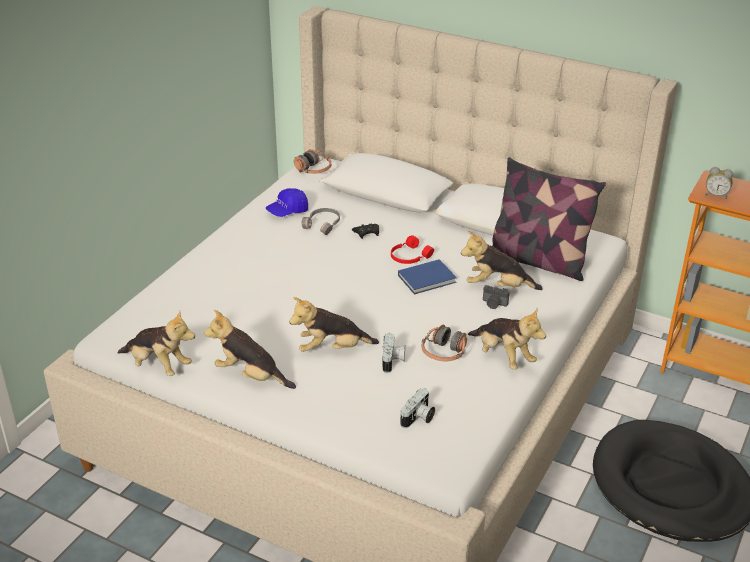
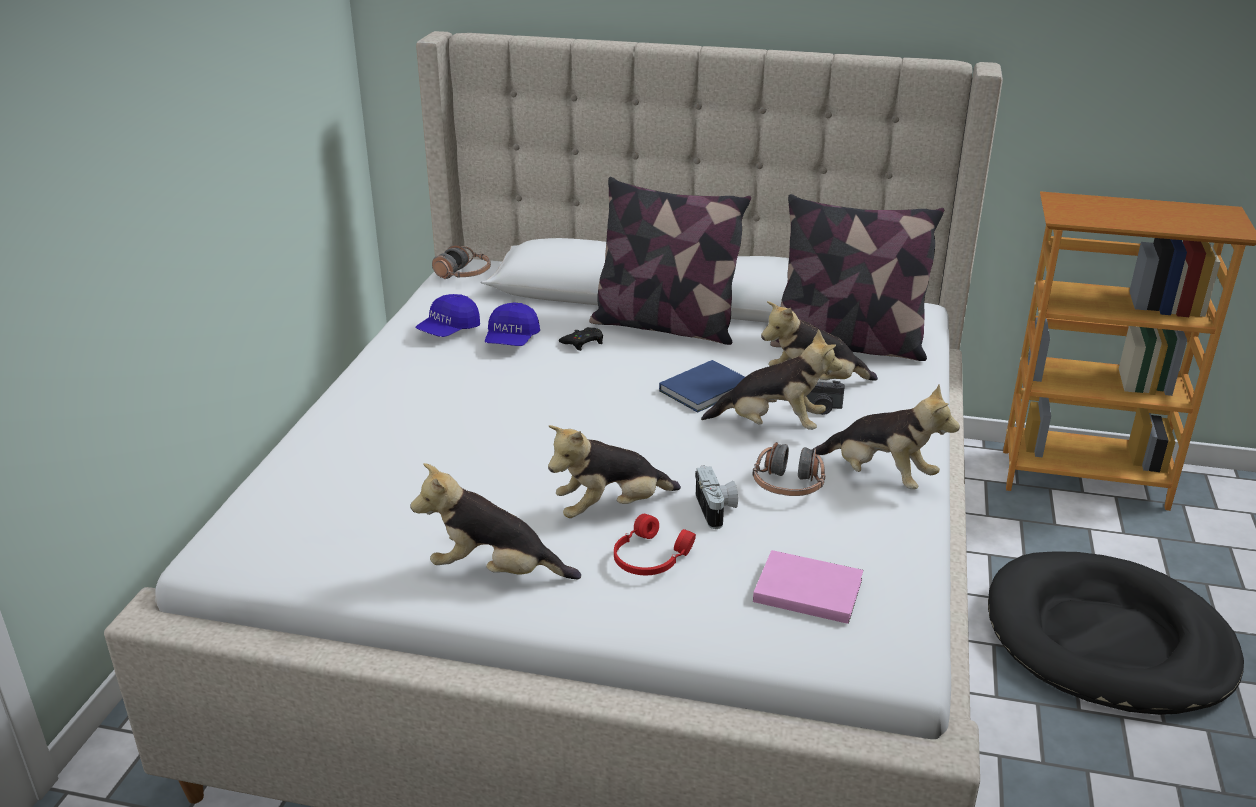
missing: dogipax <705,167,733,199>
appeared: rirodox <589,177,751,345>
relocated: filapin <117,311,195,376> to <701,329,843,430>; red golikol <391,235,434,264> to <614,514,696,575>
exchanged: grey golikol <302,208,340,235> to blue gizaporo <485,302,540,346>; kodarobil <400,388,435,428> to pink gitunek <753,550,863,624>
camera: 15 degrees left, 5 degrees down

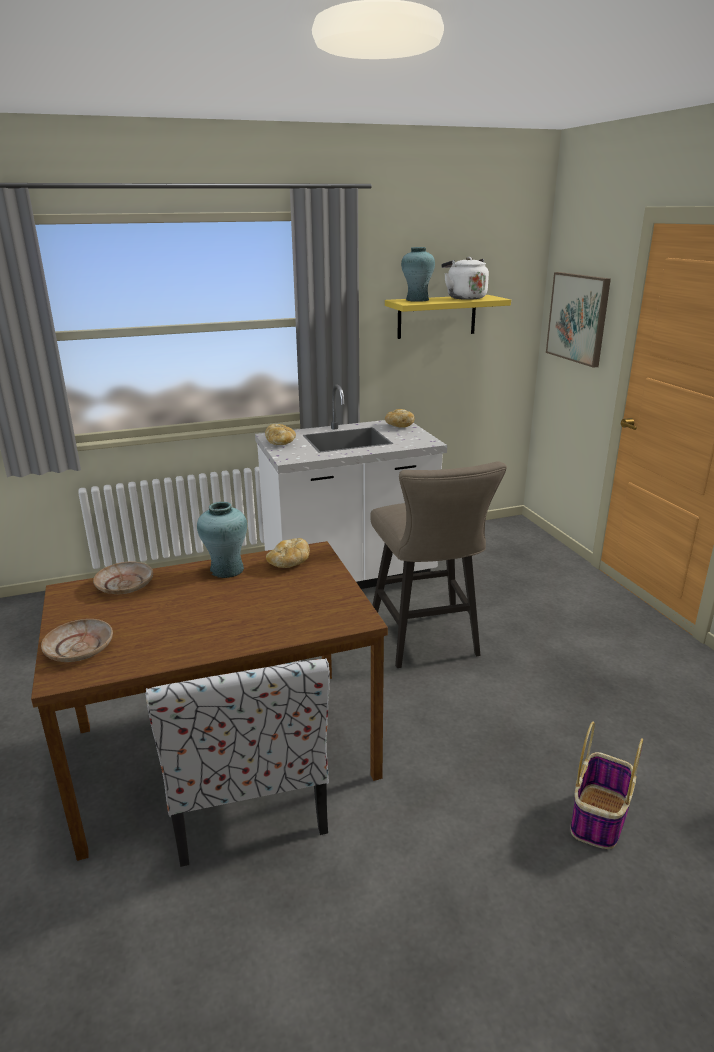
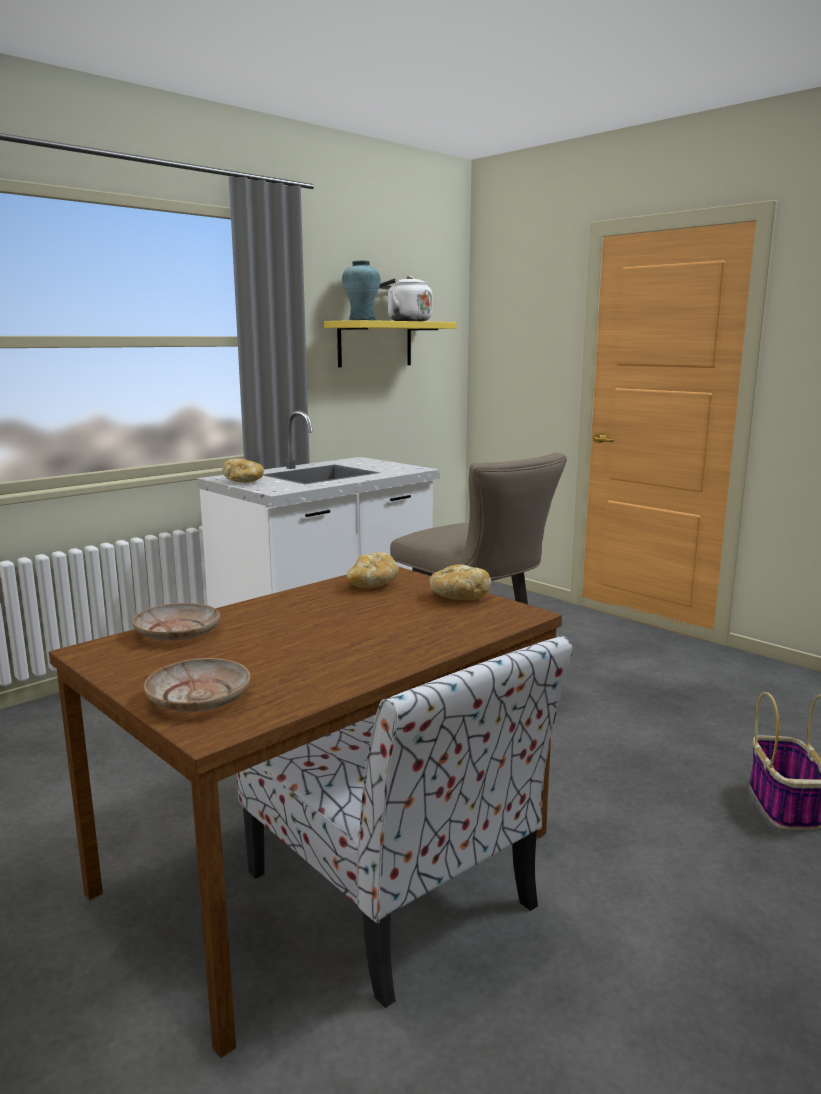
missing: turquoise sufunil <197,502,247,578>; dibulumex <546,272,611,368>
relocated: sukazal <385,409,415,428> to <429,565,491,600>
camera: 25 degrees left, 10 degrees down

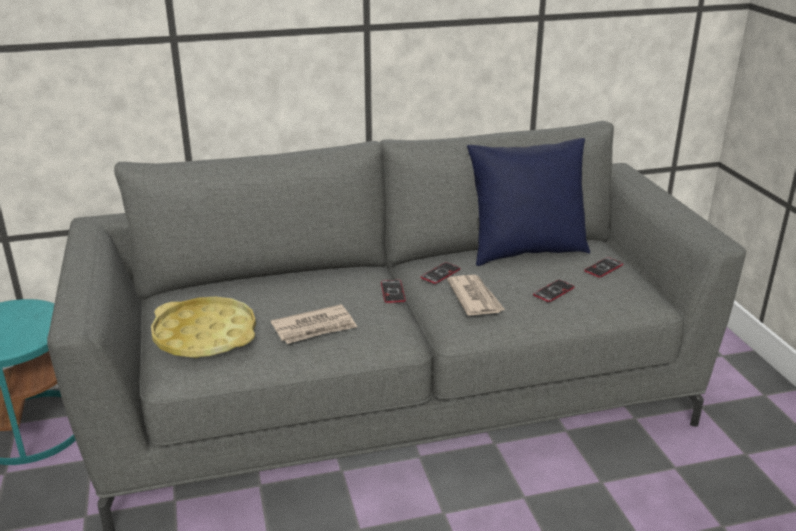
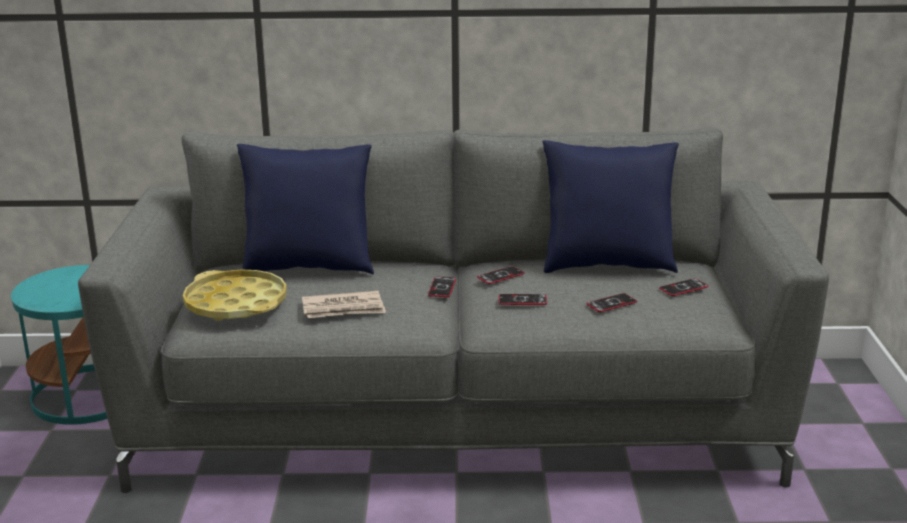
appeared: blue rirodox <237,144,374,275>
exchanged: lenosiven <447,275,505,316> to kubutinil <499,294,547,305>
camera: 15 degrees right, 5 degrees down

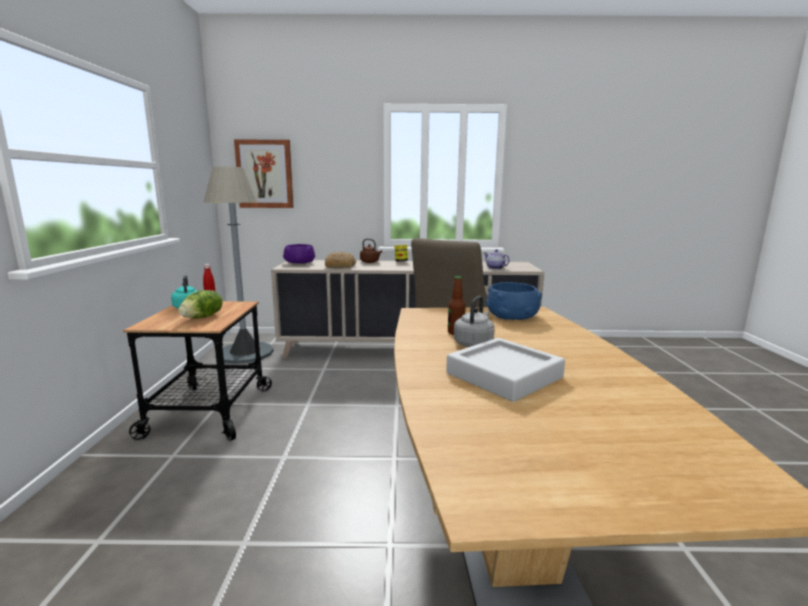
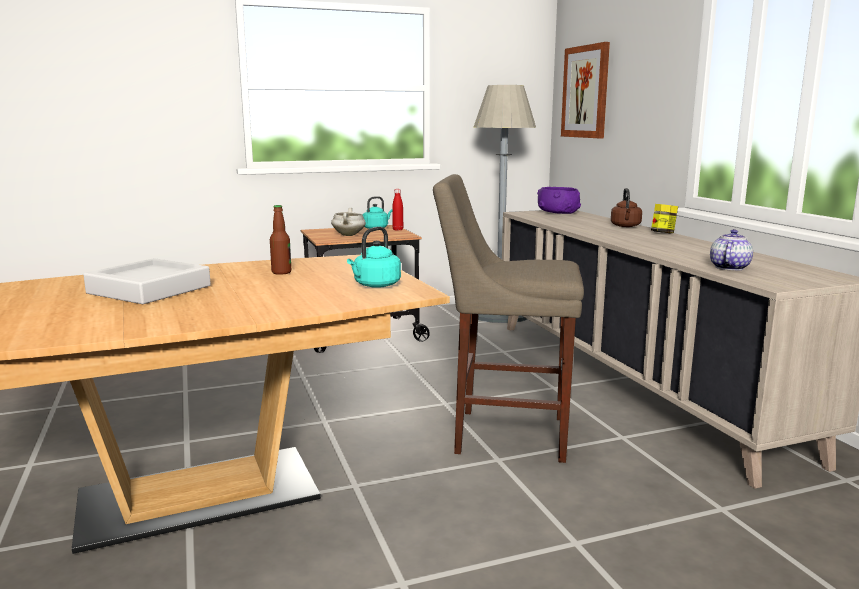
missing: sukazal <325,251,356,268>; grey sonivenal <454,296,495,347>
exchanged: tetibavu <178,290,223,319> to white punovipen <331,208,366,236>; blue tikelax <486,282,542,320> to turquoise sonivenal <347,227,401,288>
camera: 70 degrees right, 0 degrees up

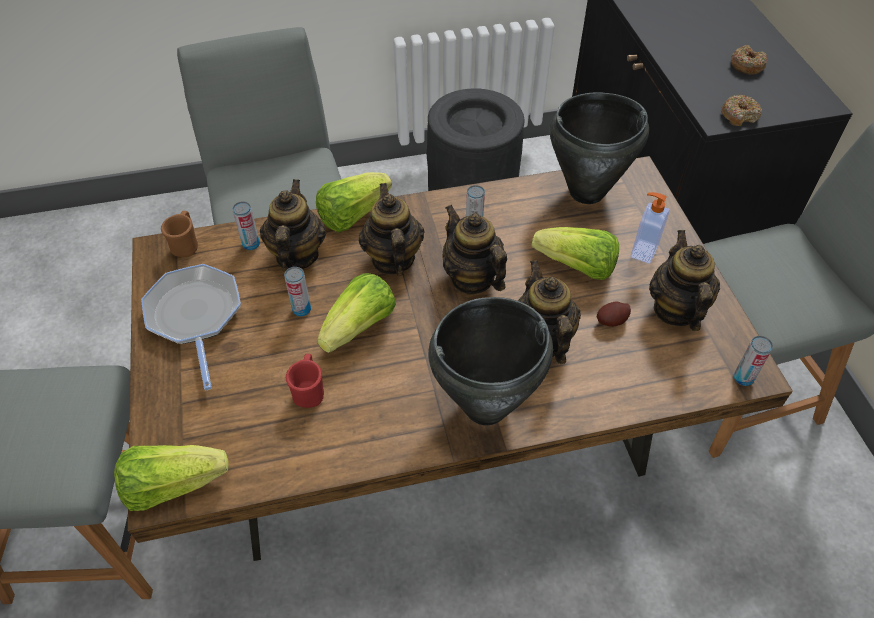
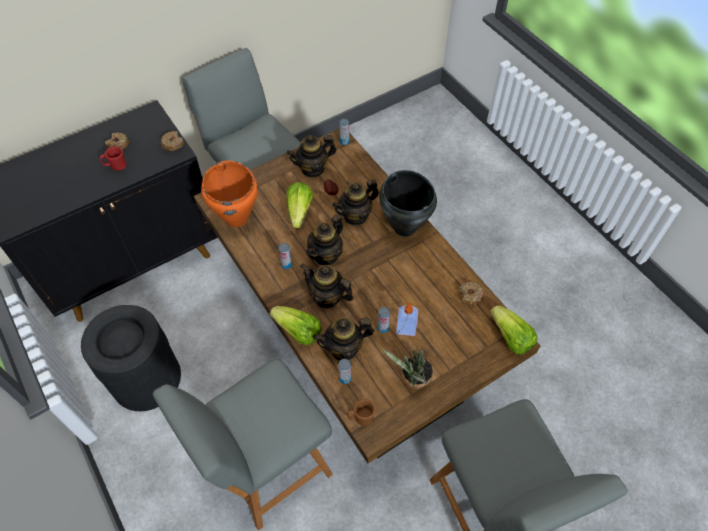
missing: tetibavu <317,273,396,353>
appeared: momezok <459,282,484,305>
relocated: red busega <286,354,324,408> to <100,146,126,171>; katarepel <631,192,670,264> to <396,303,418,336>
exchanged: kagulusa <141,264,241,390> to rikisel <382,349,433,389>
colour: black punovipen <550,92,649,204> to orange punovipen <201,161,258,227>
spun: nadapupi <359,183,425,276> = <300,264,354,308> 60 degrees clockwise
camera: 110 degrees left, 5 degrees up

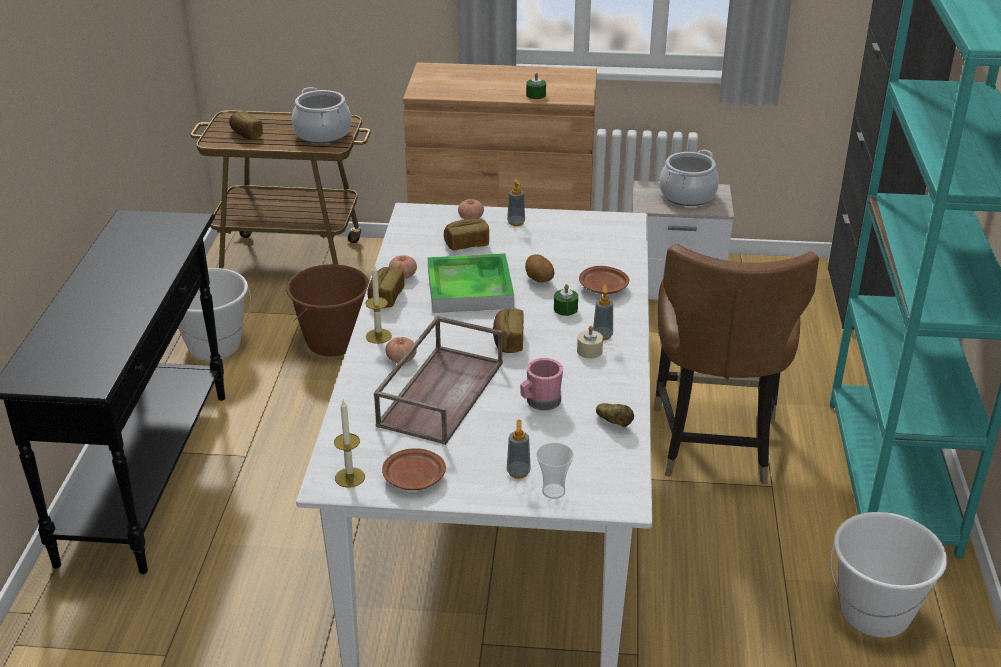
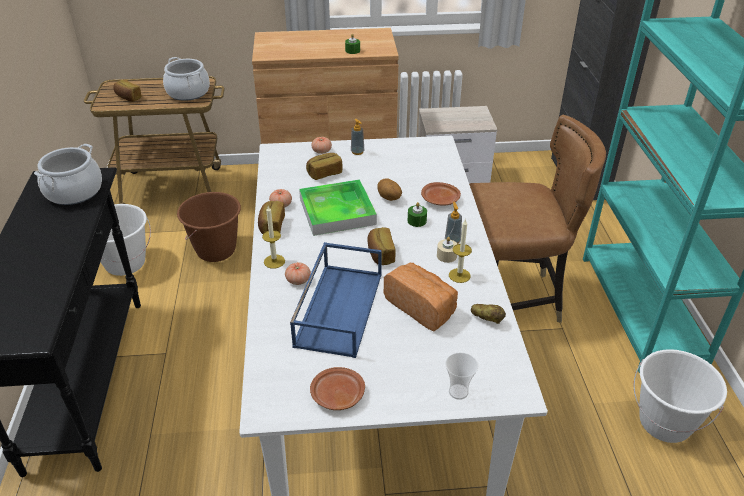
missing: katarepel <507,420,531,479>
relocated: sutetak <334,400,365,488> to <449,219,472,283>; punovipen <659,150,719,206> to <34,144,102,205>
exchanged: pink busega <520,358,563,410> to sukazal <384,263,458,331>
colour: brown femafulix <374,316,503,445> to blue femafulix <290,242,382,358>
spun: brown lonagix <654,244,819,484> = <469,115,606,323> 90 degrees counterclockwise
camera: 10 degrees left, 5 degrees up

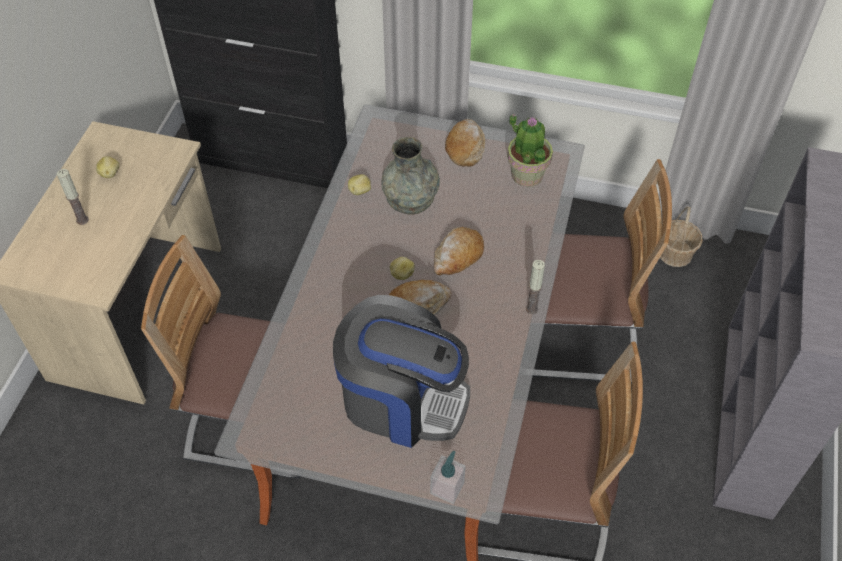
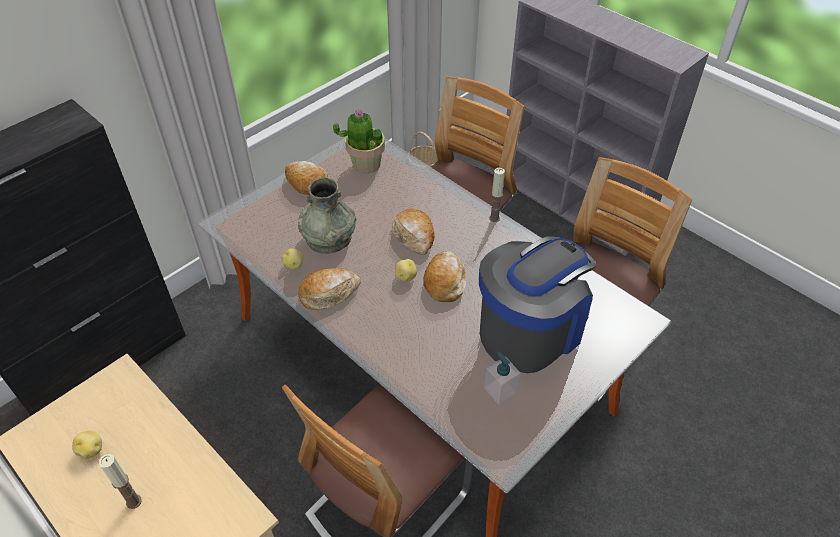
appeared: sukazal <298,268,361,310>
relocated: katarepel <430,451,466,504> to <484,351,521,404>
camera: 60 degrees left, 5 degrees down

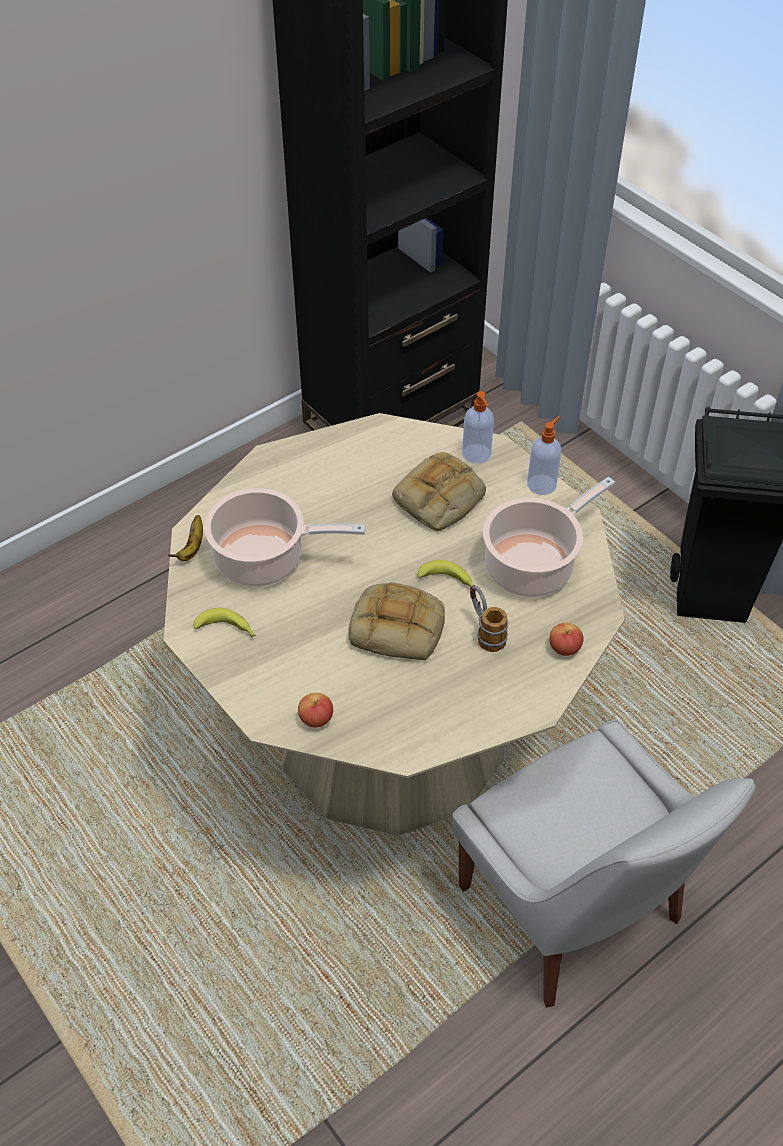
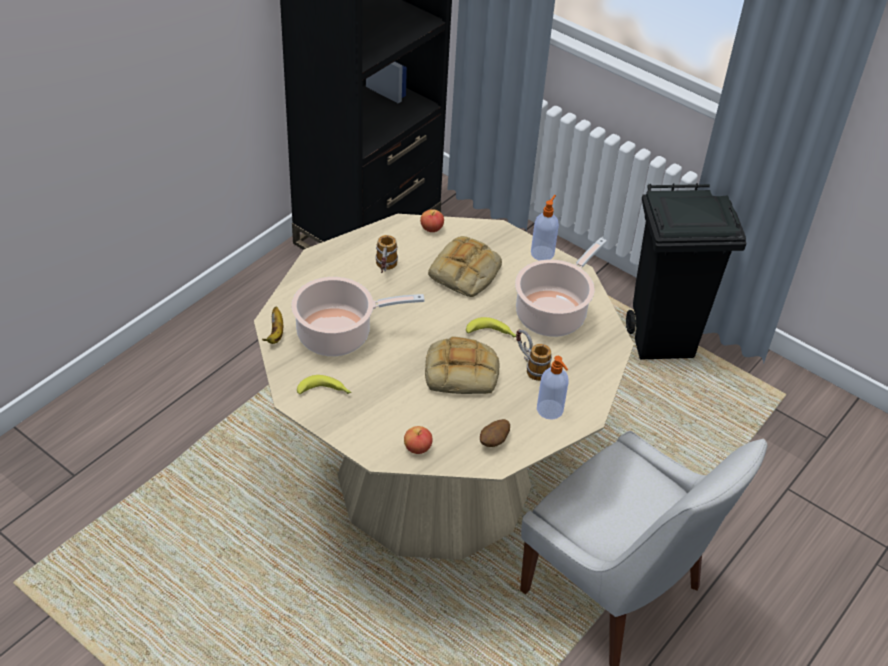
appeared: busega <376,235,398,273>; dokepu <480,419,510,447>
relocated: katarepel <462,391,494,464> to <537,356,568,420>; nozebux <549,623,583,656> to <420,209,444,232>
camera: 15 degrees left, 5 degrees down

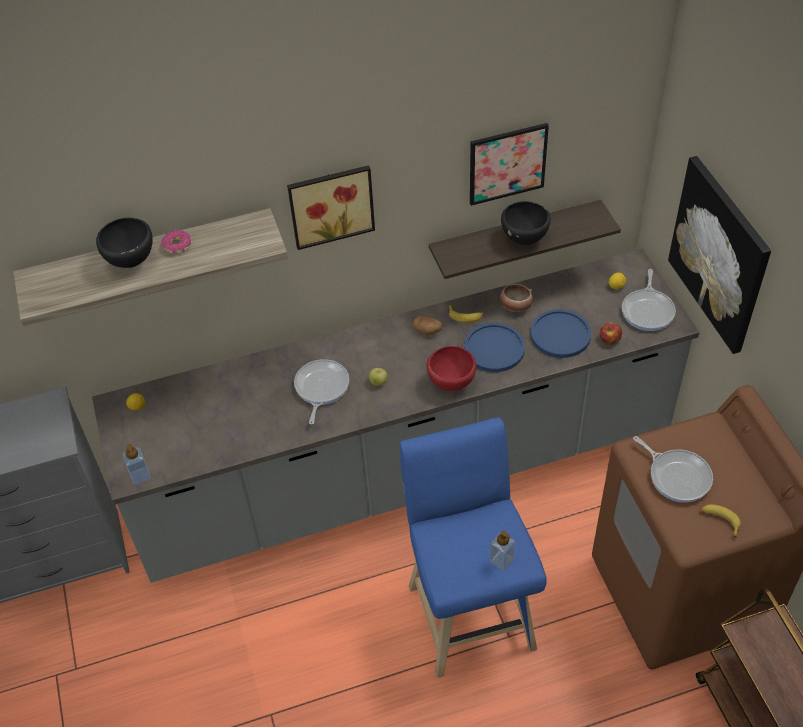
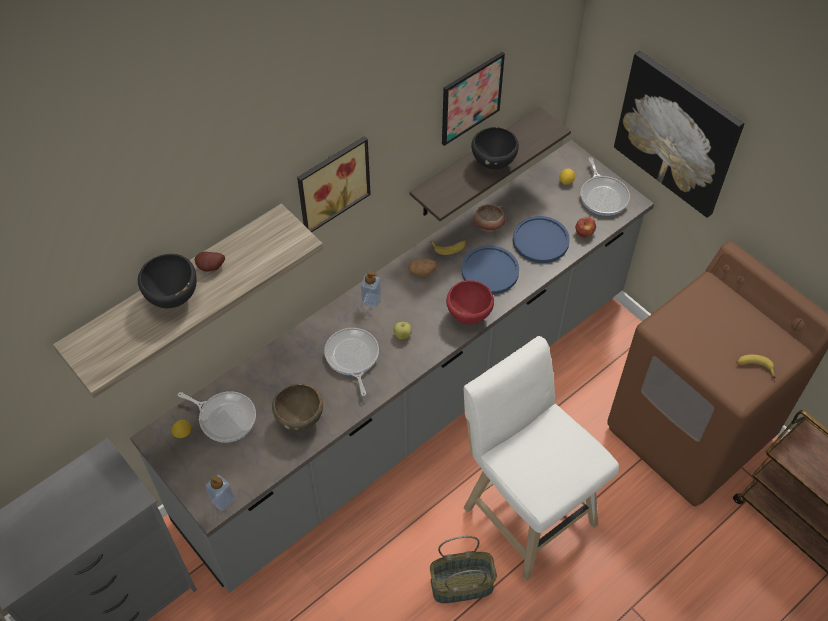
appeared: brown tikelax <272,383,323,432>; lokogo <430,536,497,603>
relocated: katarepel <490,530,515,570> to <361,271,381,307>; kagulusa <633,436,713,503> to <178,391,256,443>
exchanged: momezok <161,230,191,254> to dokepu <195,252,225,272>
colour: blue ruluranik <400,417,547,678> to white ruluranik <464,336,619,581>
camera: 25 degrees left, 5 degrees up

